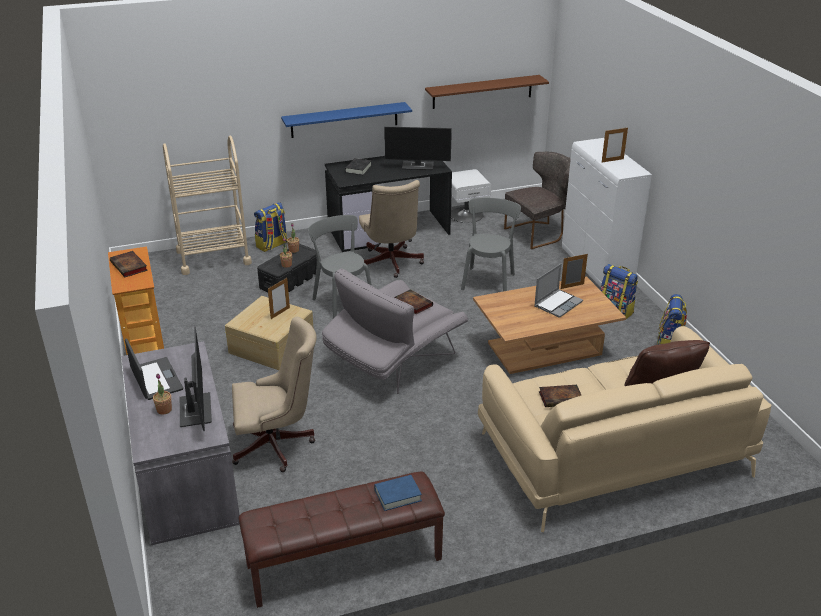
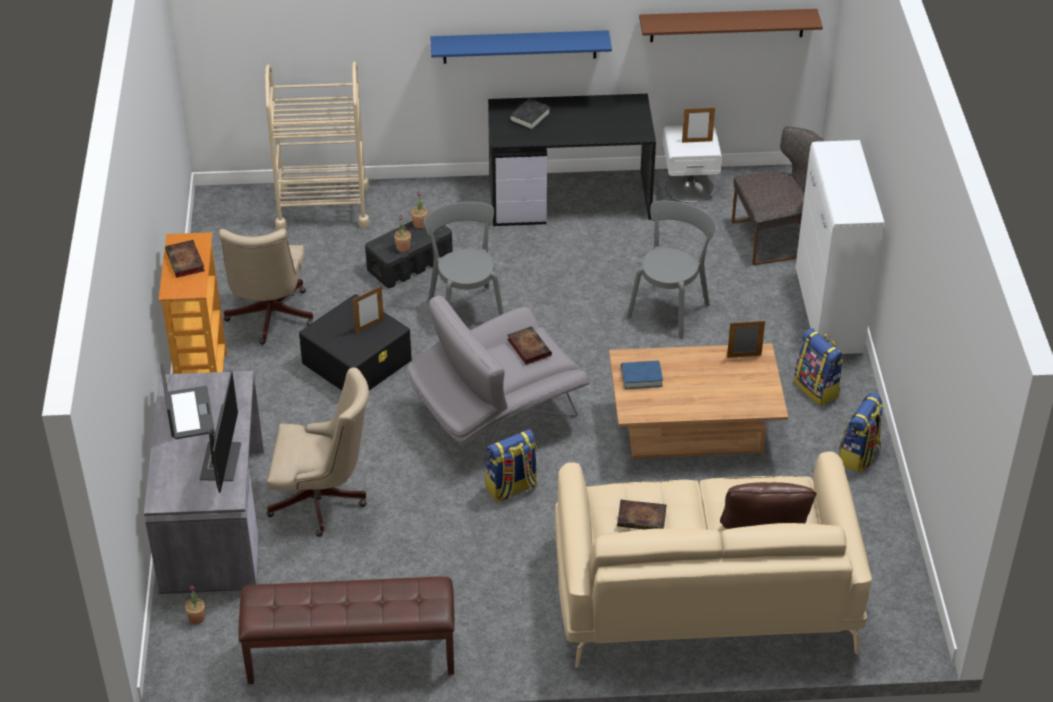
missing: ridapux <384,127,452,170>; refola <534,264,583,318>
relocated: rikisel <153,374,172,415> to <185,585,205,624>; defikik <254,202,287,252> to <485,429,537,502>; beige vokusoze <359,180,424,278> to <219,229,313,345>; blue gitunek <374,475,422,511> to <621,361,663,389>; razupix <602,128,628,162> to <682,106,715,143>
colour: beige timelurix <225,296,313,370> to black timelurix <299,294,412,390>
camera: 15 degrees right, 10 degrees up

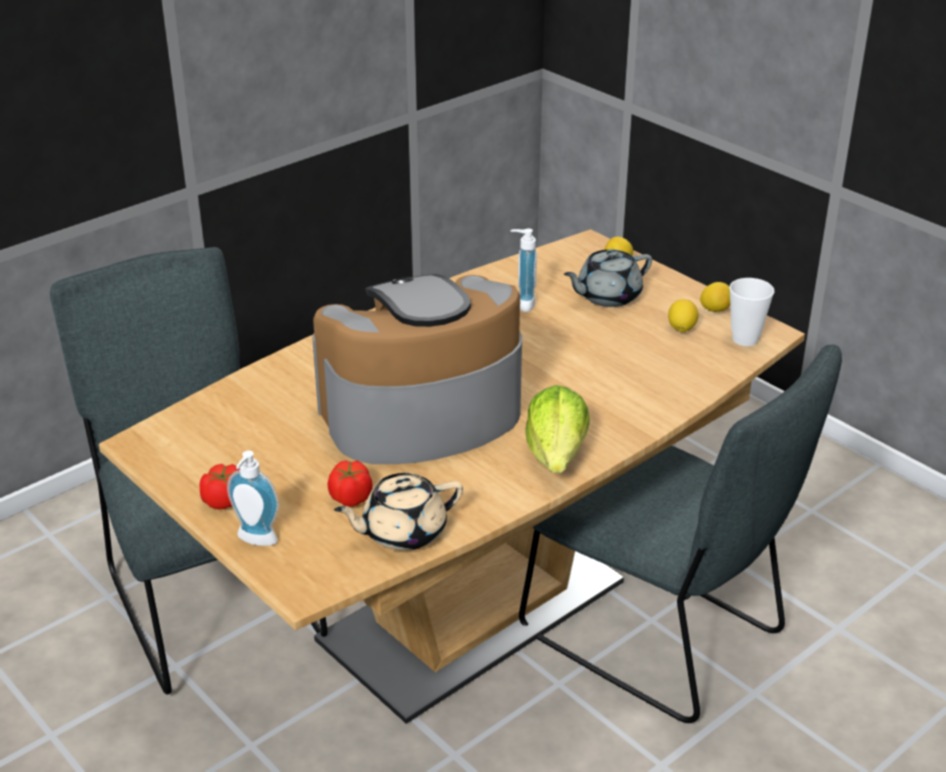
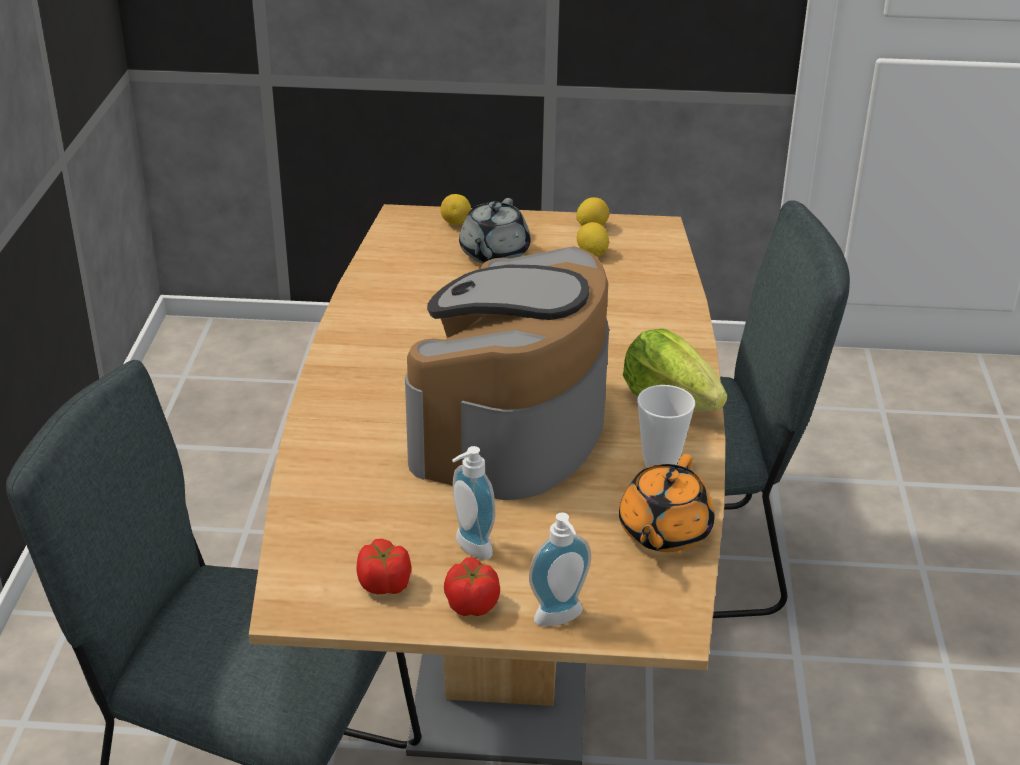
relocated: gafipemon <328,460,373,507> to <357,539,411,594>; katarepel <511,228,537,312> to <452,446,496,559>; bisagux <729,278,775,346> to <637,385,695,467>
colour: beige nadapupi <334,473,463,551> to orange nadapupi <619,454,714,552>
camera: 45 degrees left, 0 degrees up

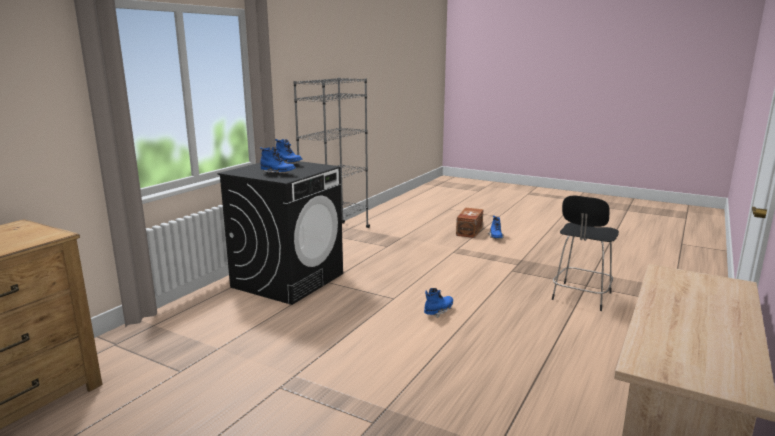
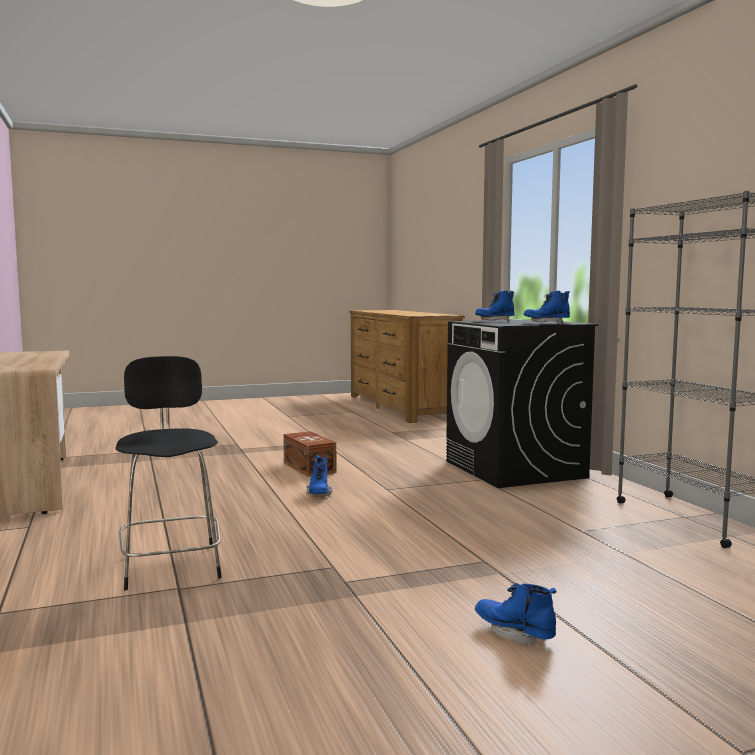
relocated: brown timelurix <456,207,483,238> to <283,431,337,477>
camera: 130 degrees right, 10 degrees down

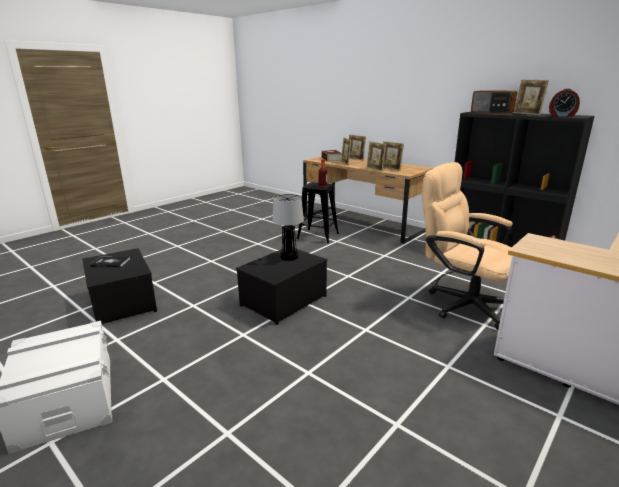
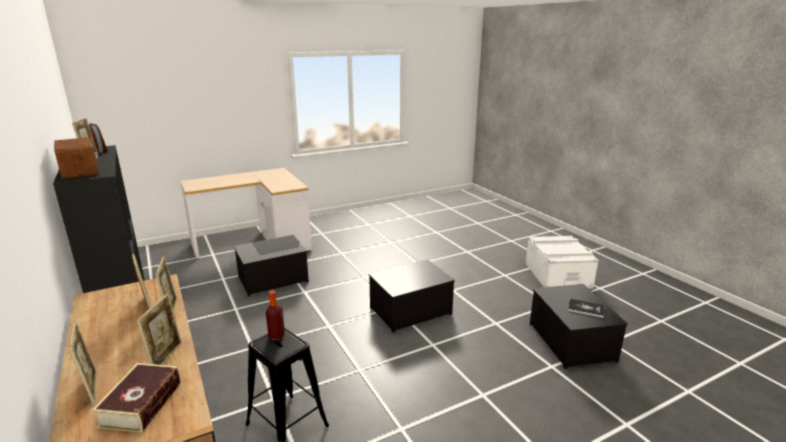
missing: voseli <273,194,304,261>
exchanged: beige vokusoze <422,162,513,330> to timelurix <234,235,309,297>
camera: 160 degrees left, 0 degrees up

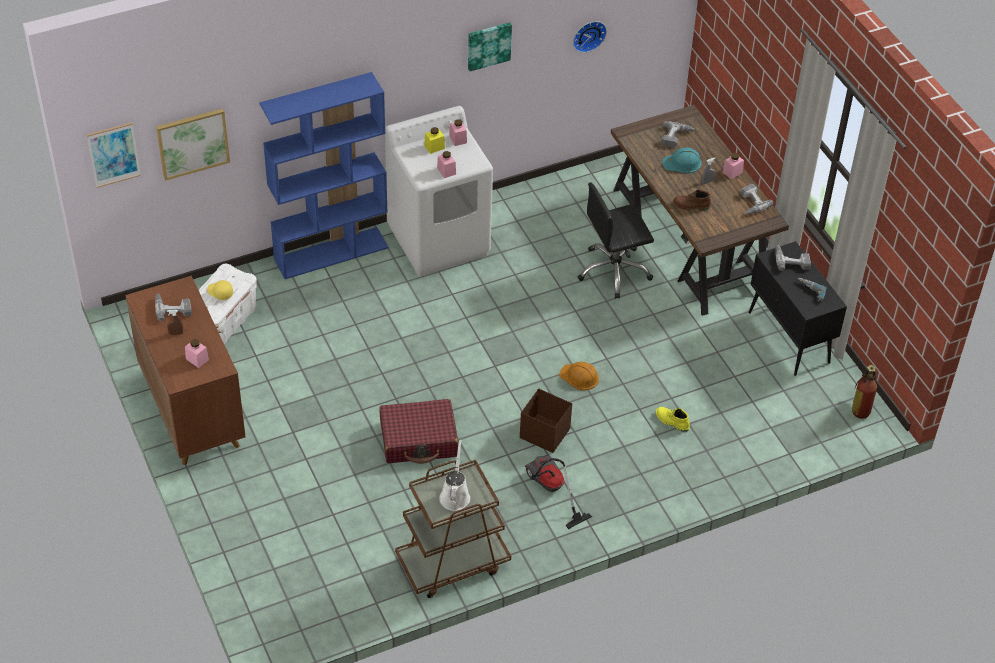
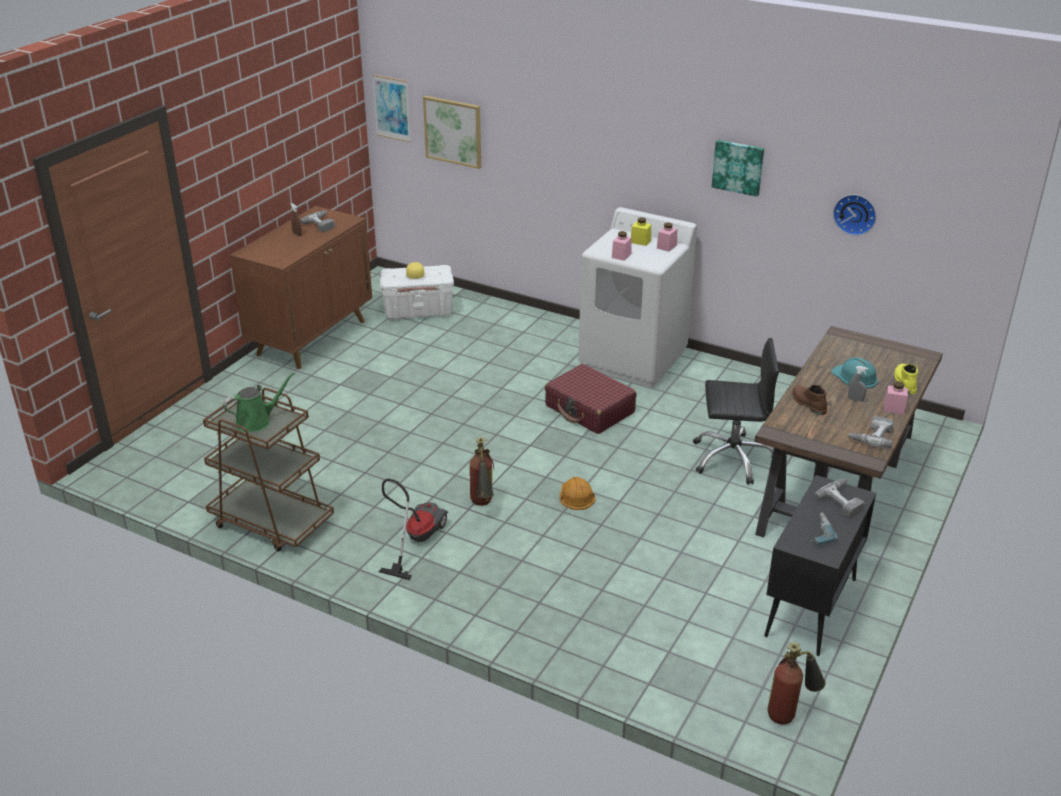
missing: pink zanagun <185,339,209,368>; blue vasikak <259,72,389,279>; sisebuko <661,121,695,147>
relocated: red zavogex <379,399,458,464> to <545,364,636,434>; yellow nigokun <656,407,690,432> to <894,364,918,394>
exchanged: brown timelurix <520,389,572,453> to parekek <470,437,494,506>
colour: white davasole <439,440,470,511> to green davasole <223,372,295,432>
spun: black vokusoze <578,182,654,299> = <693,338,779,485> 150 degrees clockwise
camera: 55 degrees right, 15 degrees down

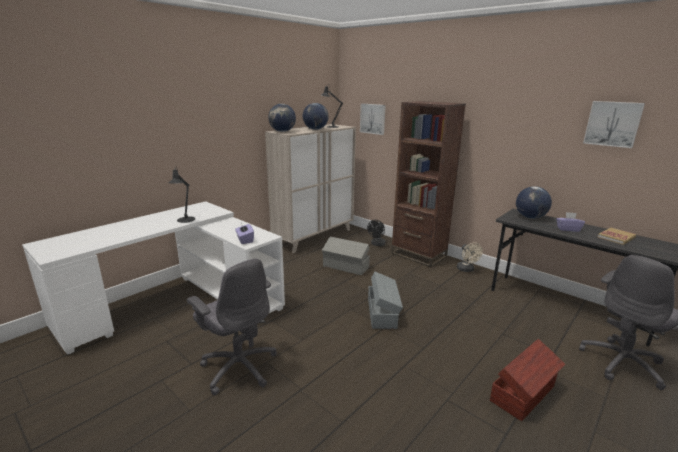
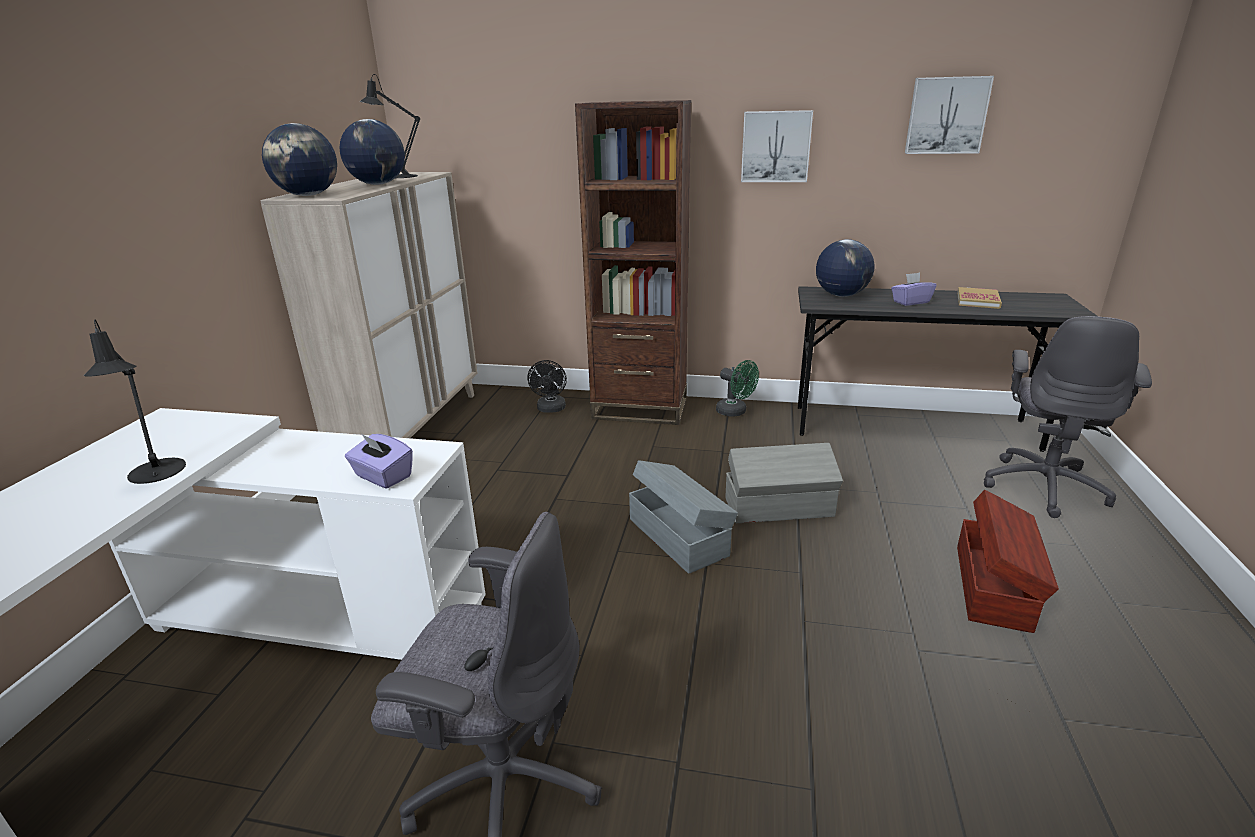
relocated: grey timelurix <322,237,370,275> to <726,443,843,523>; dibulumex <360,104,386,135> to <741,110,813,182>
colour: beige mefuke <457,243,483,272> to green mefuke <716,360,759,417>
camera: 30 degrees left, 5 degrees up

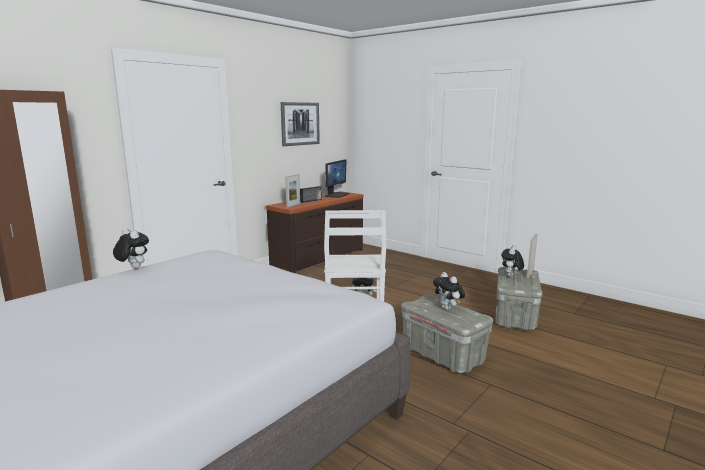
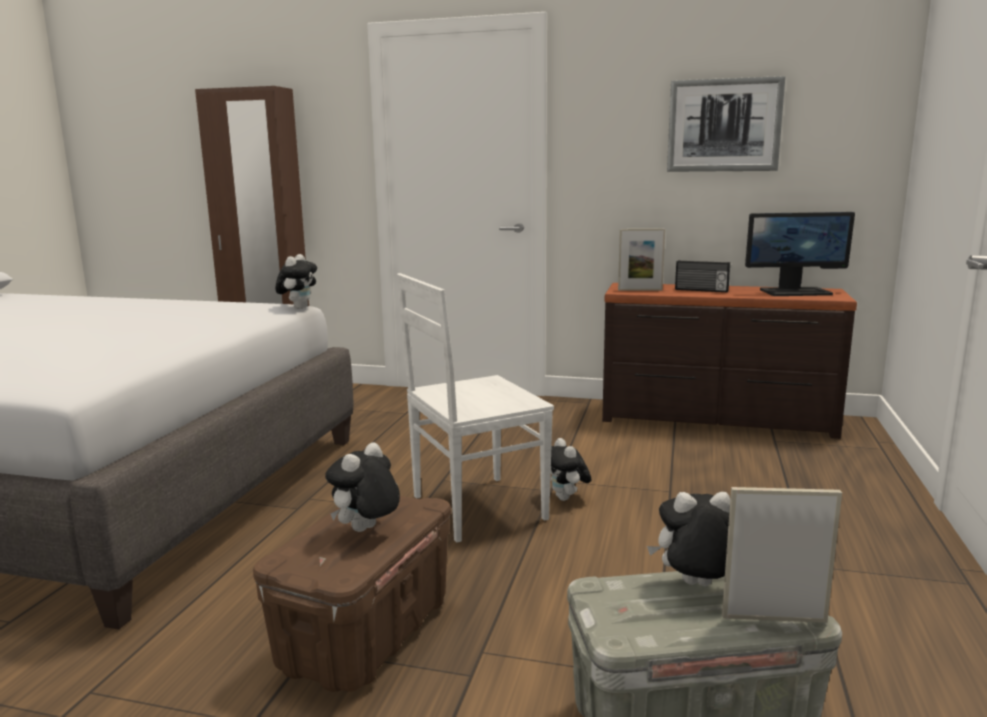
relocated: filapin <113,228,149,269> to <275,254,317,309>
colour: grey timelurix <401,294,493,373> to brown timelurix <253,496,451,692>
camera: 65 degrees right, 0 degrees up

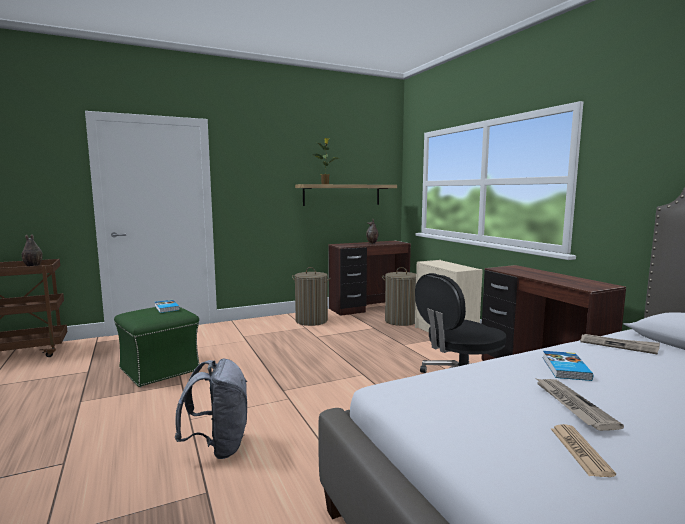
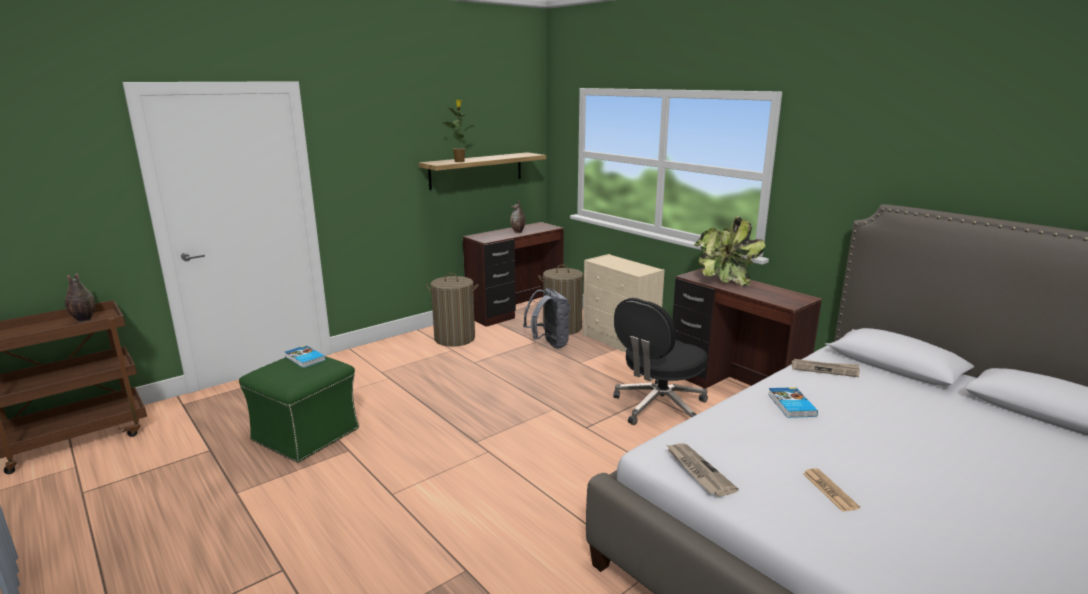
appeared: rikisel <694,216,766,286>
relocated: grey defikik <175,359,247,459> to <523,288,570,349>; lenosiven <536,378,624,431> to <666,443,739,497>
camera: 15 degrees left, 10 degrees up

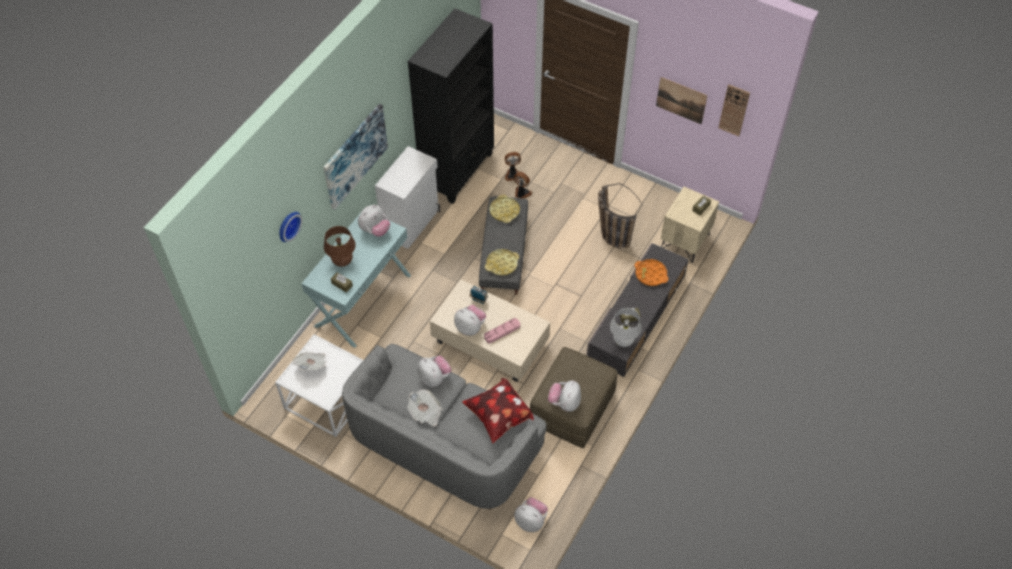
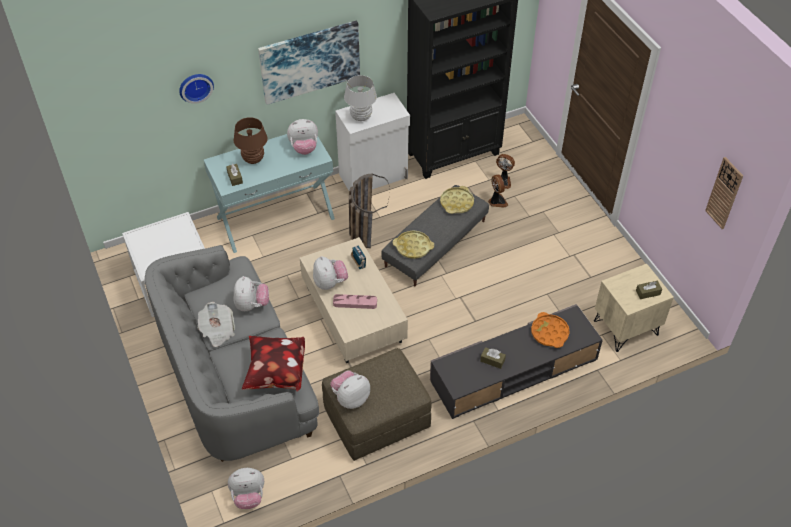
missing: lenosiven <292,352,327,370>; dibulumex <656,77,708,124>
relocated: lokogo <598,183,642,248> to <349,173,390,248>; white voseli <610,308,642,347> to <344,75,377,121>
spun: filapin <514,497,548,532> = <228,468,264,509> 105 degrees clockwise
camera: 35 degrees right, 5 degrees down

